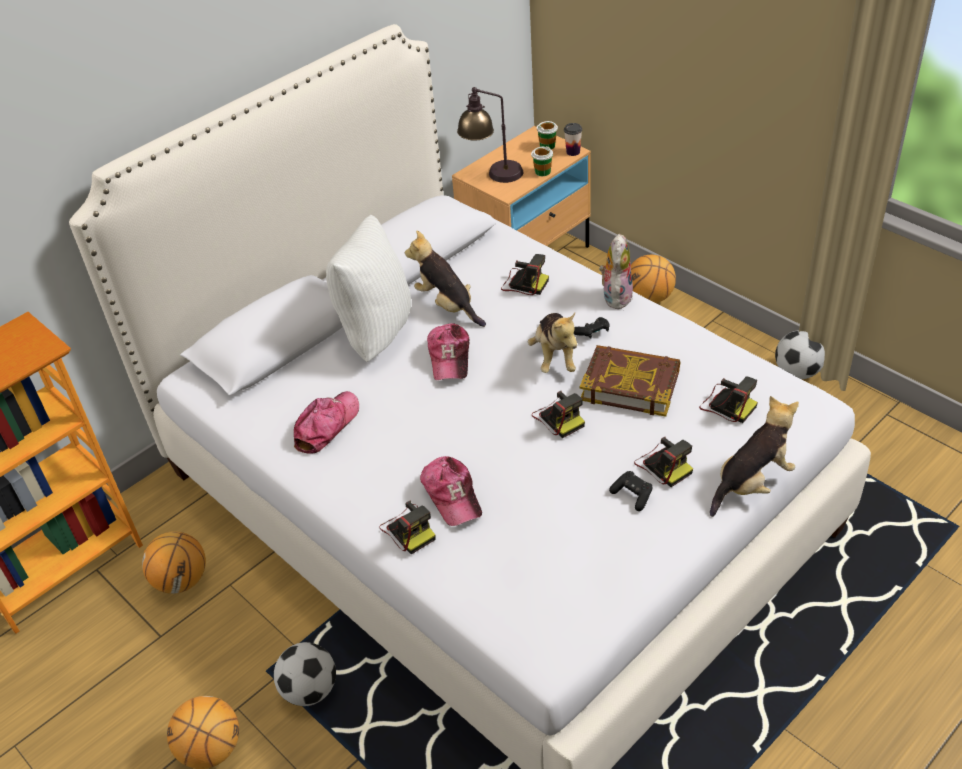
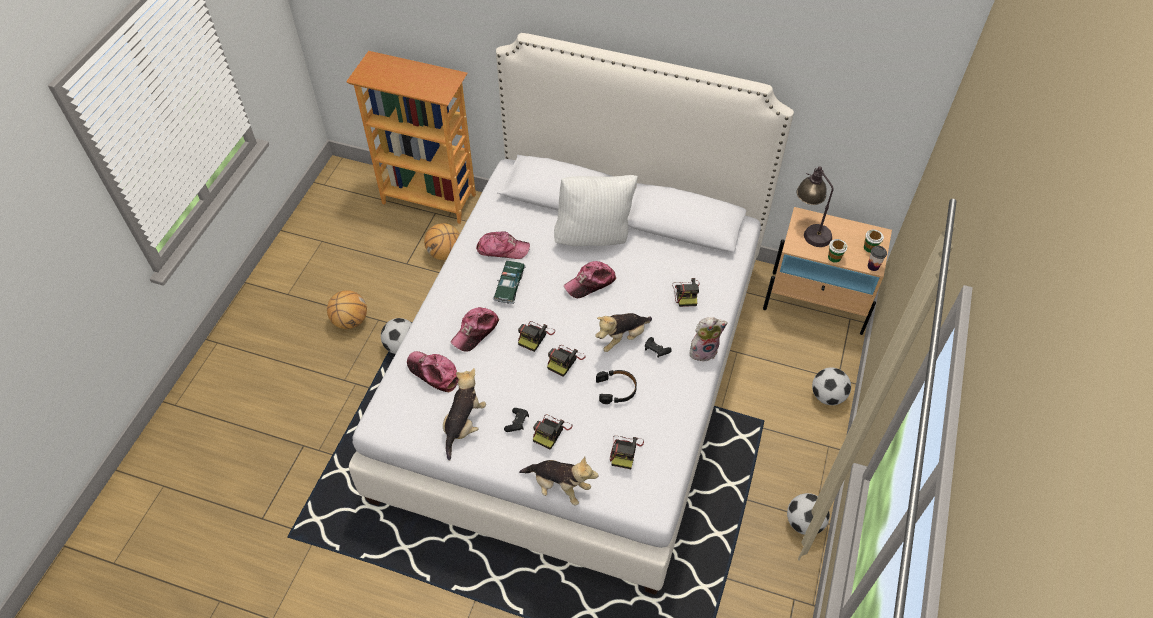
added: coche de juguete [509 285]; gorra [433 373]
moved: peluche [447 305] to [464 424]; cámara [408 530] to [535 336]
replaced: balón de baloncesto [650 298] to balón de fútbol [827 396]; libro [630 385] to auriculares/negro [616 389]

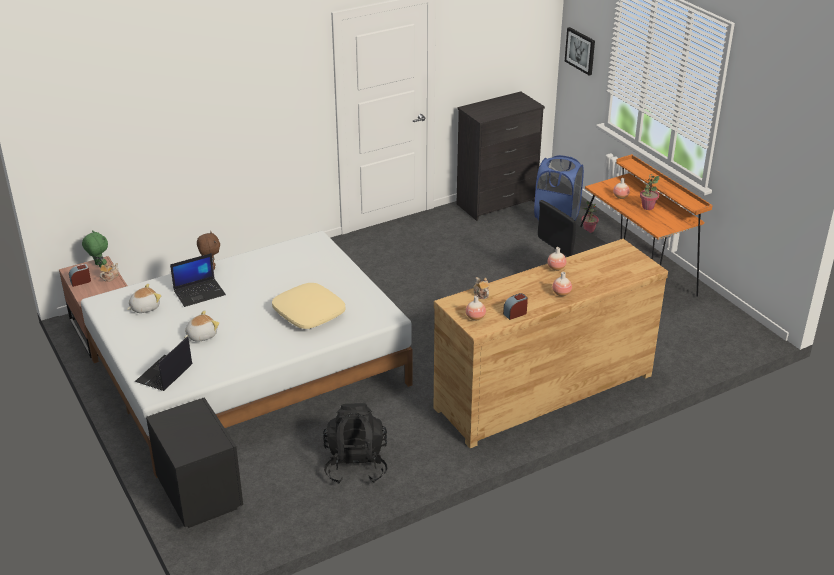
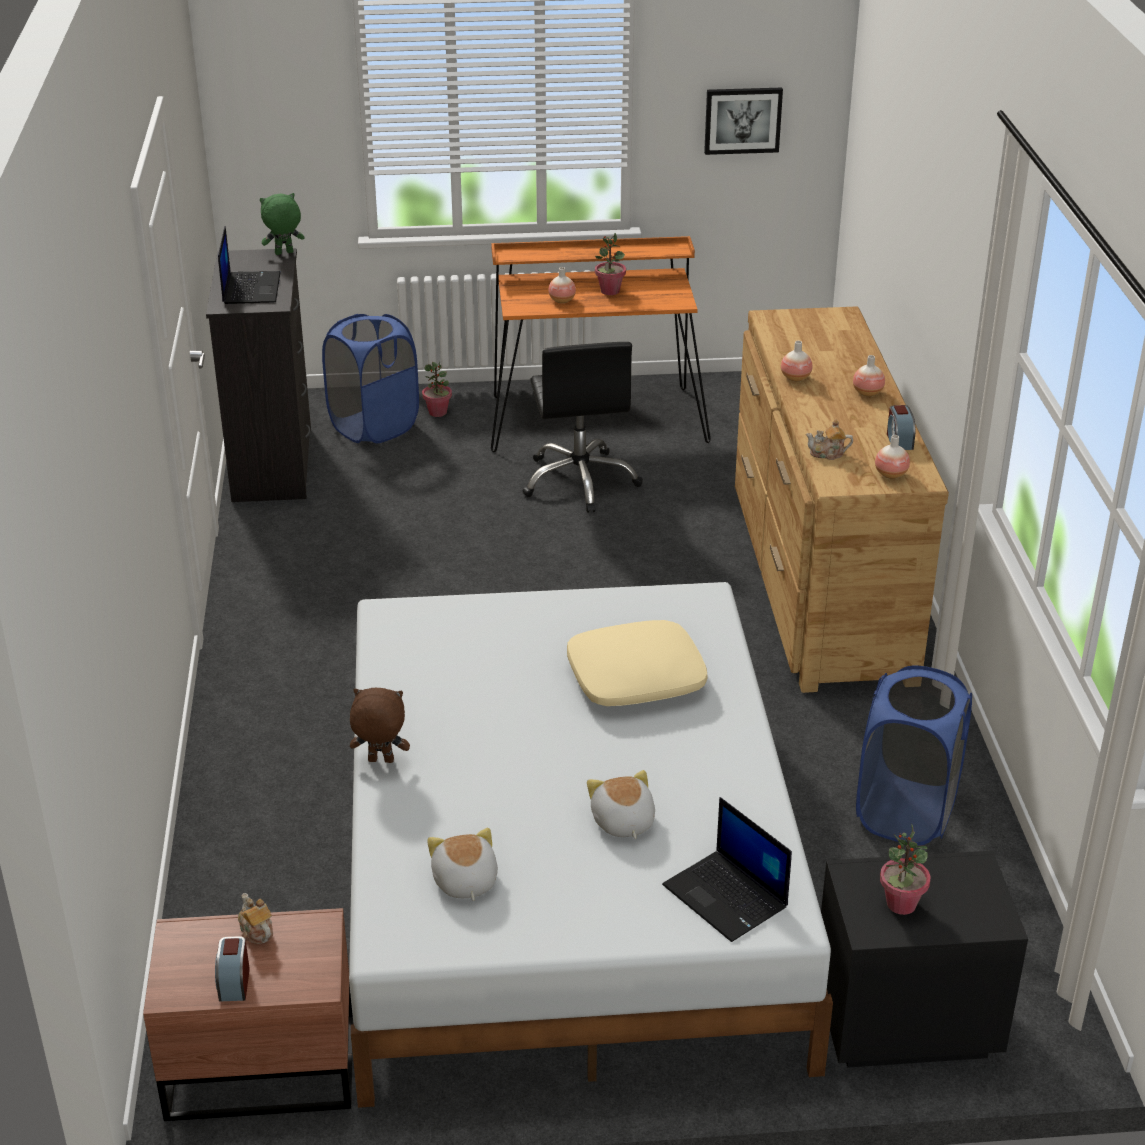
added: planta en maceta [901 904]
moved: cuadro [580 50] to [742 120]; peluche/verde [99 266] to [284 253]; portátil [200 292] to [250 288]
replaced: mochila/negro [356 465] to cesto de la ropa/azul [906 812]

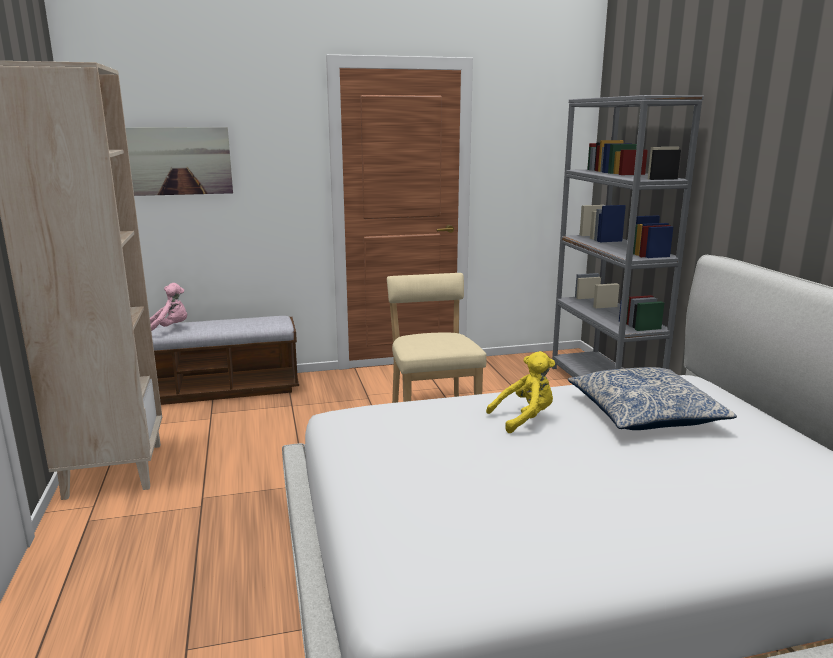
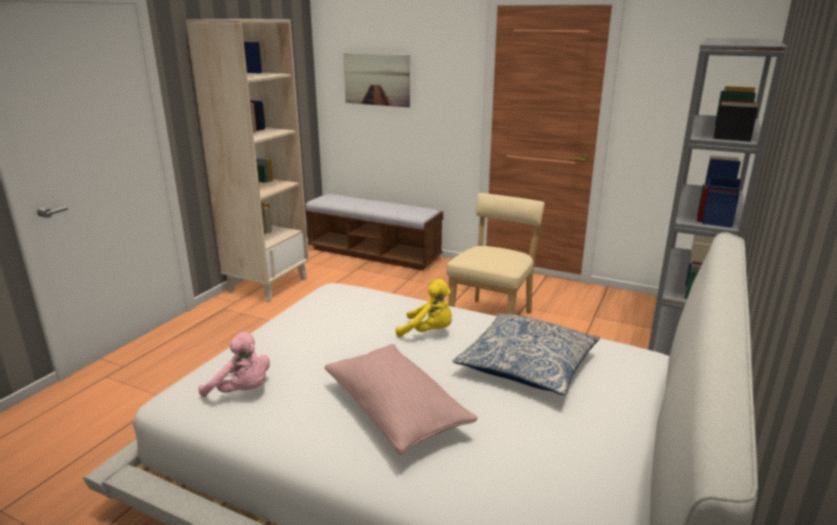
added: cojín/rosa [396 411]
moved: peluche/rosa [169 329] to [242 391]

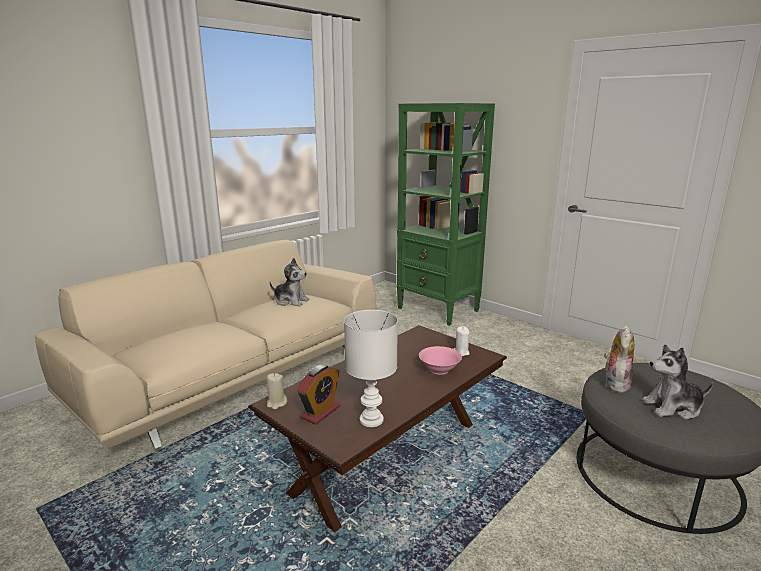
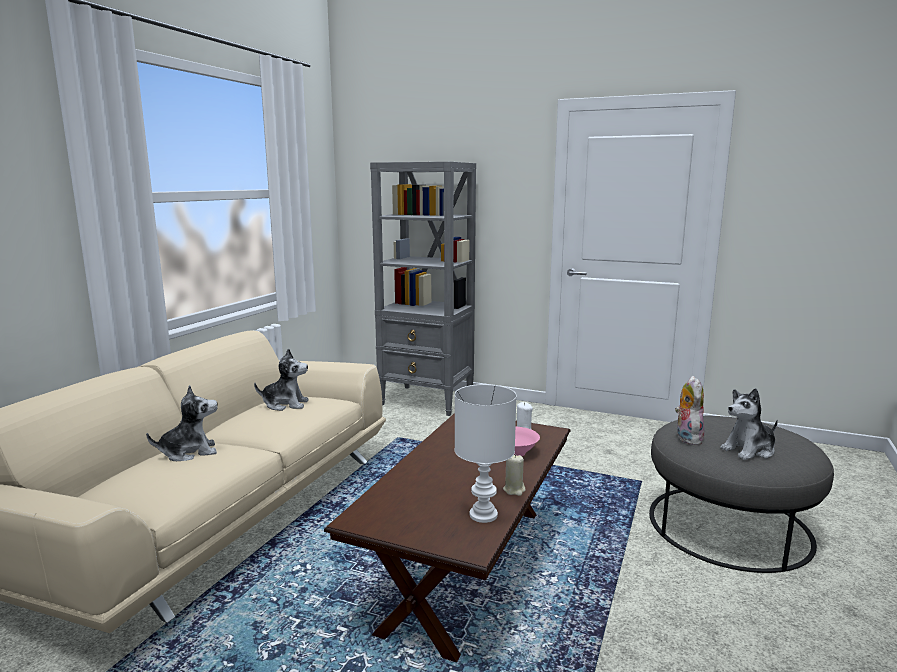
removed: despertador [320 412]
added: peluche [189 453]
moved: vela/beis [276 403] to [514 490]
recoloured: estantería/verde [438 310] to estantería/gris [427 400]

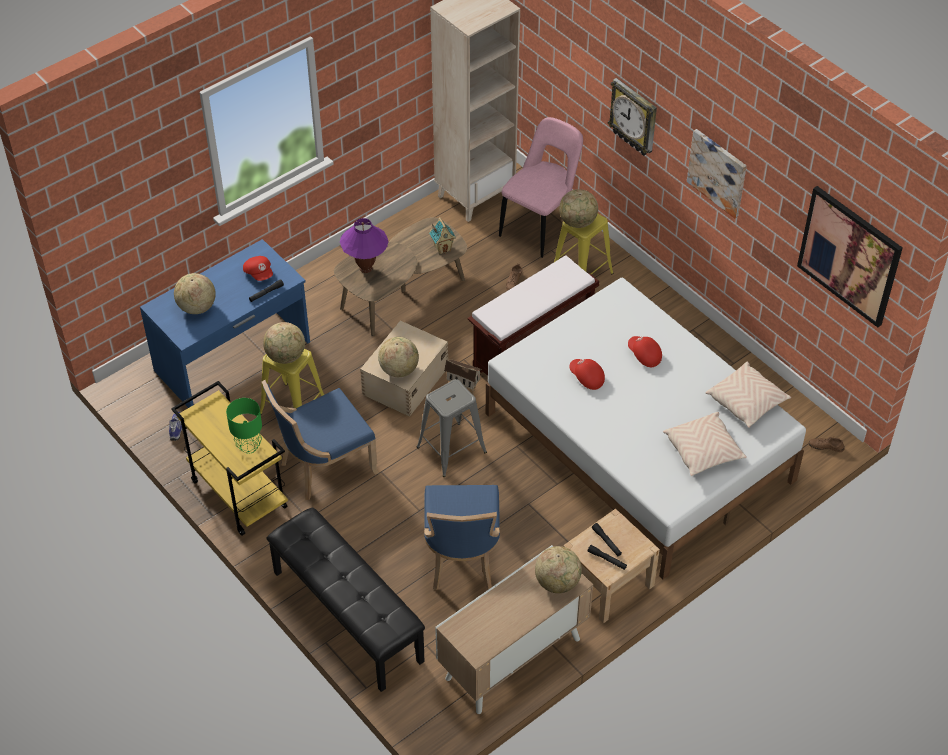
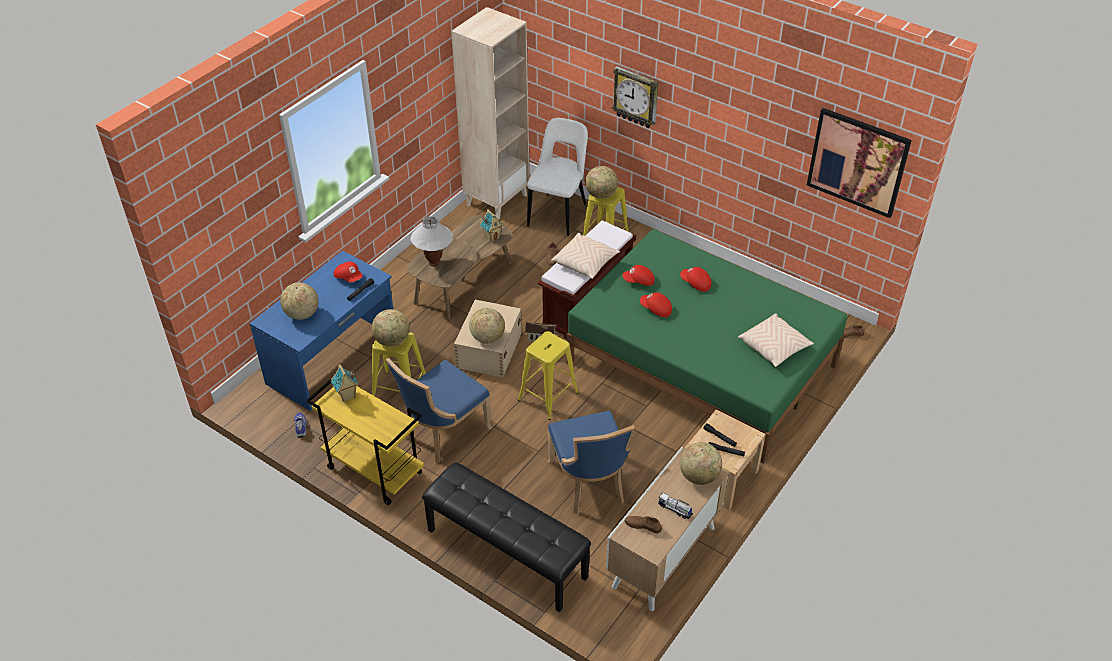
removed: cuadro [717 172]; lámpara de mesa/verde [249 446]
added: gorra/rojo [639 281]; casita [347 396]; camión de juguete [675 509]; zapato/marrón [643 525]
moved: cojín/beis [746 402] to [585 263]
recoloured: silla/rosa [541 226] to silla/blanco [558 213]; lámpara de mesa/morado [365 268] to lámpara de mesa/blanco [434 262]; cama/blanco [637 447] to cama/verde [701 364]; taburete/gris [451 449] to taburete/amarillo [548 396]

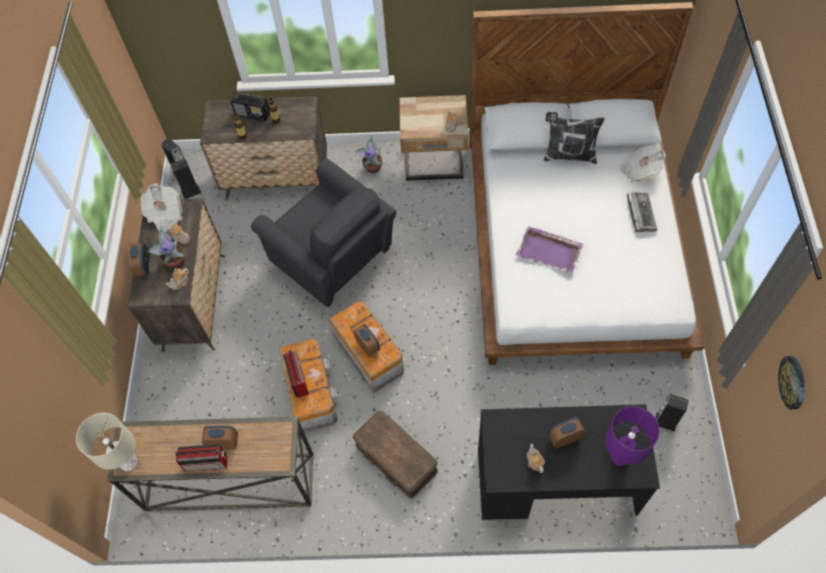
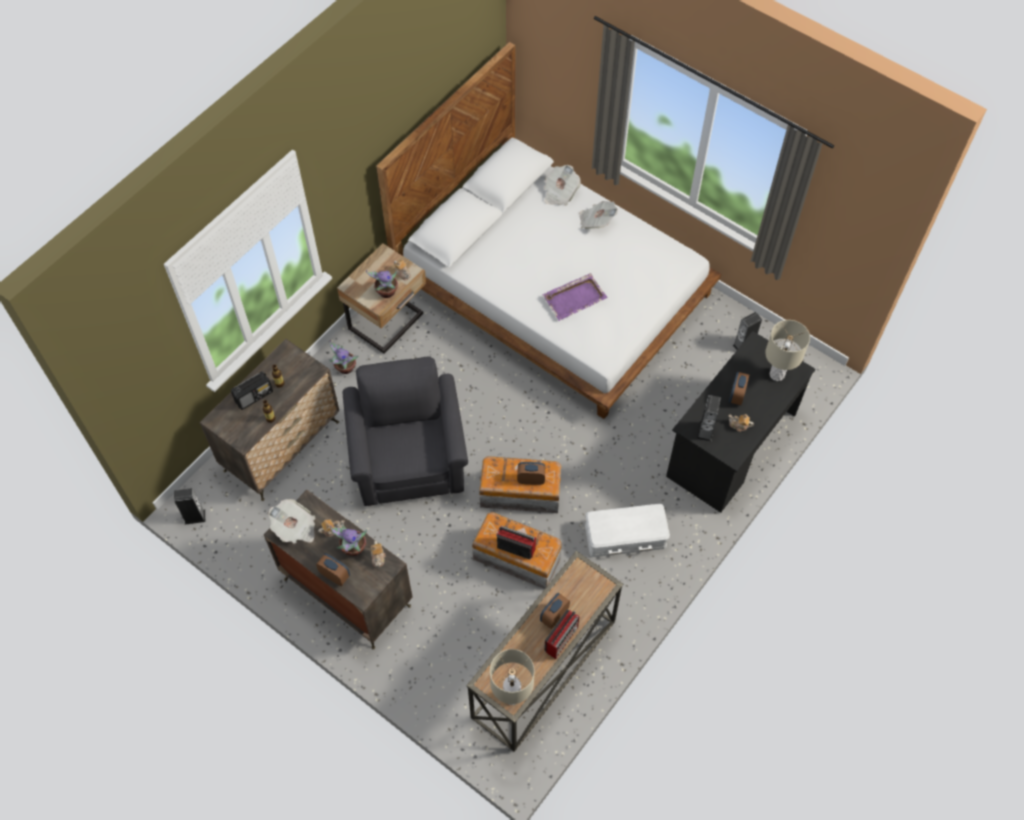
removed: cojín [568 155]; reloj de pared [793 382]
added: planta en maceta [386 292]
moved: altavoz [191 191] to [705 431]
replaced: teclado [640 213] to periódico [596 221]
recoloured: lámpara de mesa/morado [619 457] to lámpara de mesa/beis [776 374]; caja de almacenaje/marrón [396 457] to caja de almacenaje/blanco [625 534]
turned: sillón/gris [334 260] = [409 458] 90 degrees counterclockwise

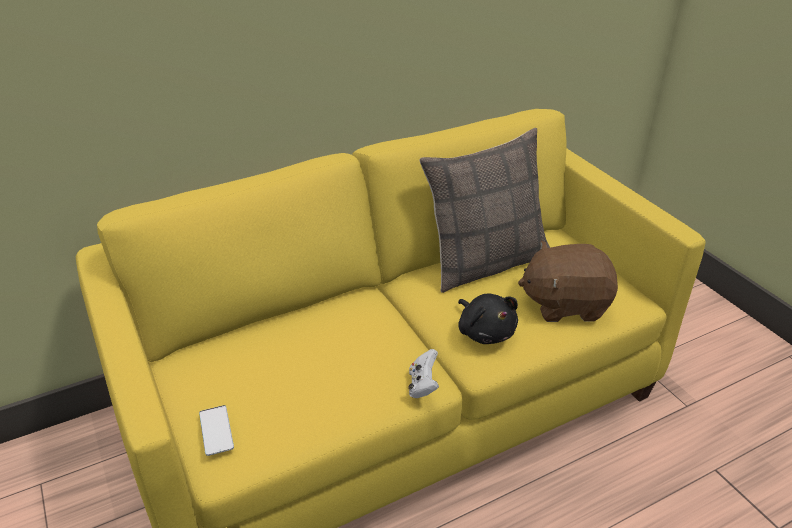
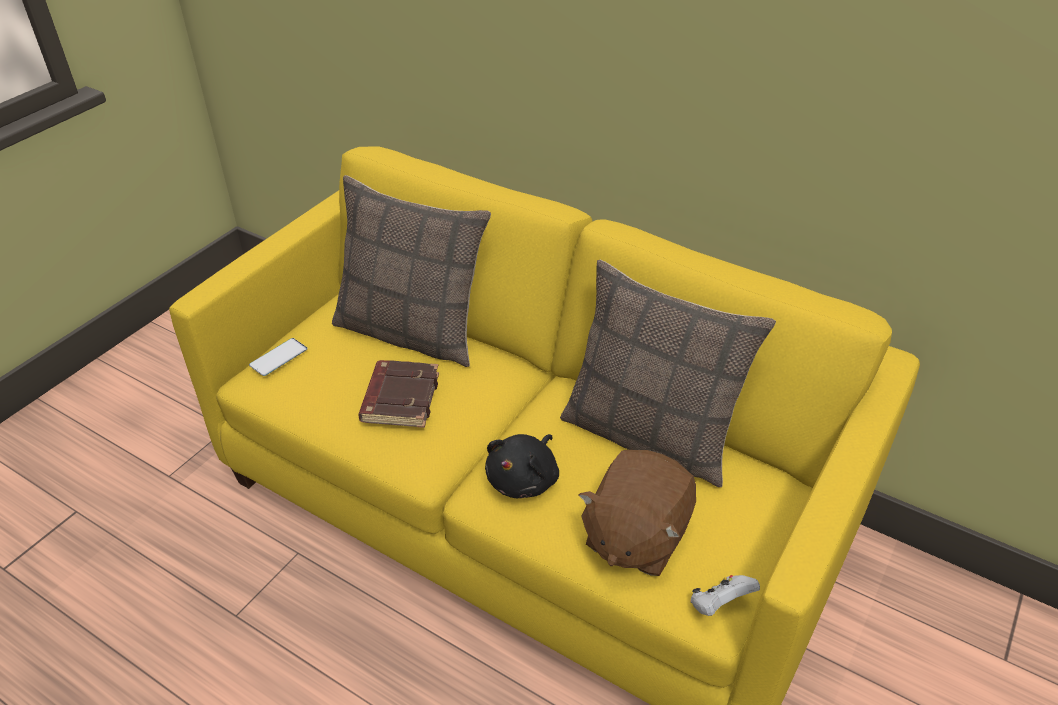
added: cojín [412 331]; libro/marrón [399 398]
moved: mando de consola/blanco [422 385] to [719 605]
turned: peluche/marrón [565 304] = [635 536] 120 degrees counterclockwise

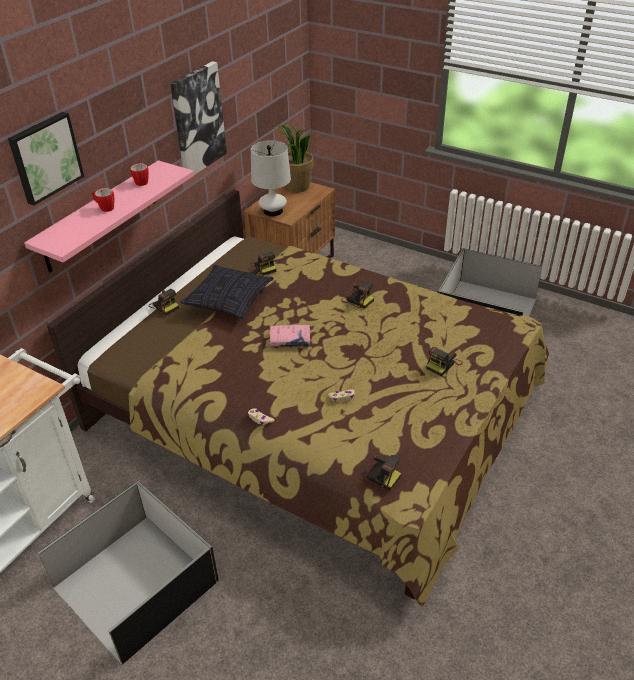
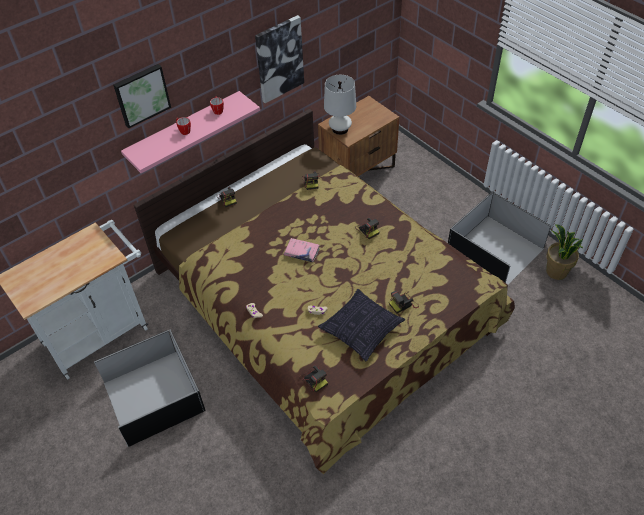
moved: planta en maceta [297 187] to [556 272]; cojín [229 300] to [361 329]

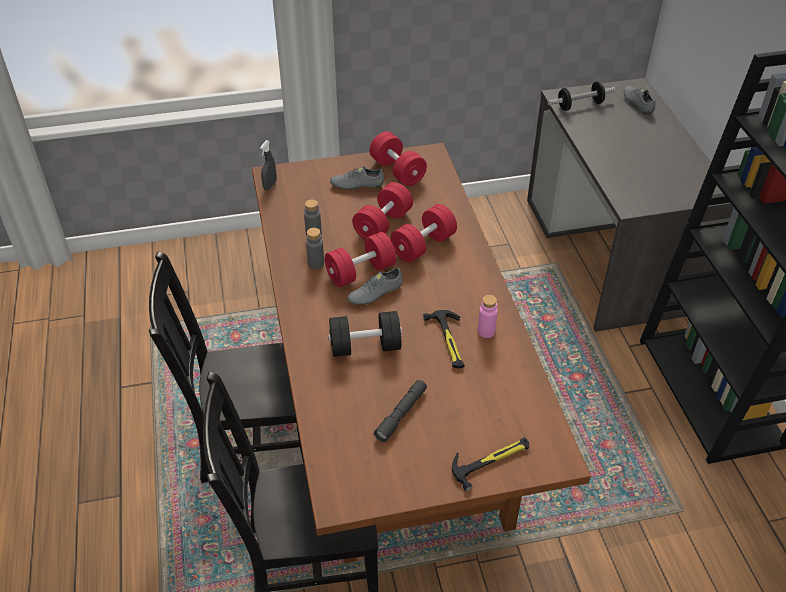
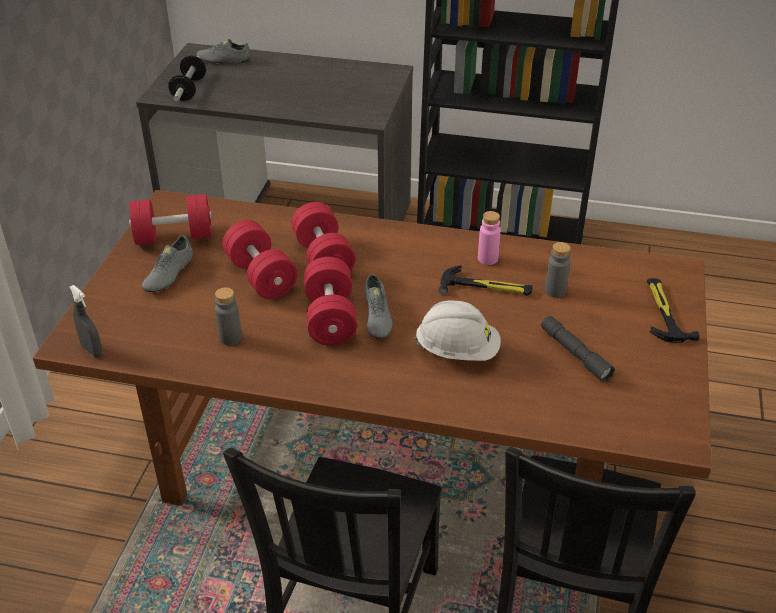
moved: botella/gris [316 263] to [555 291]
replaced: mancuerna/negro [365 346] to casco/blanco [457 351]

